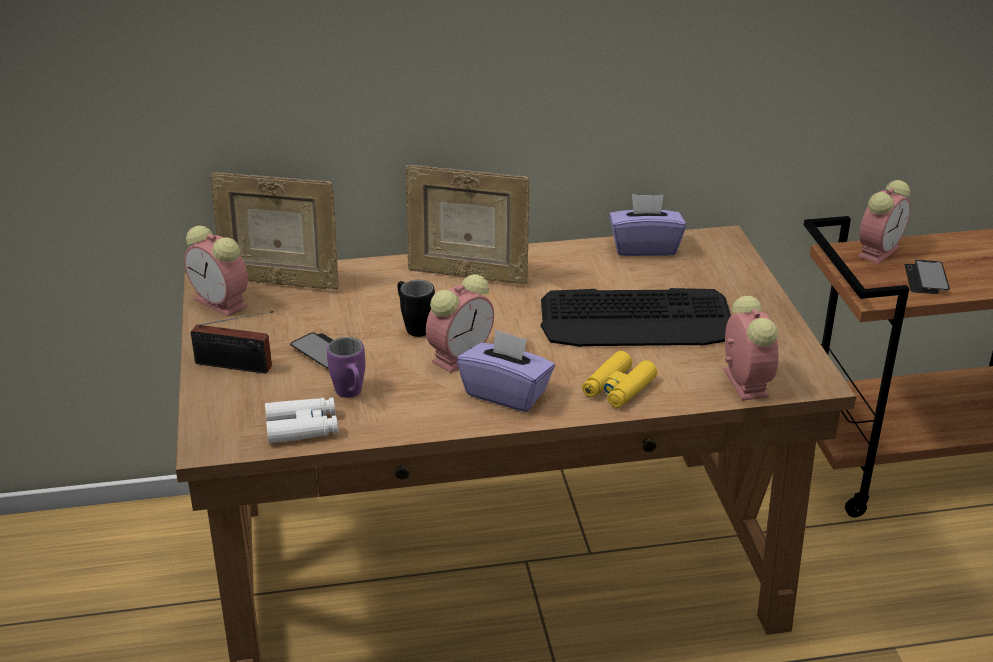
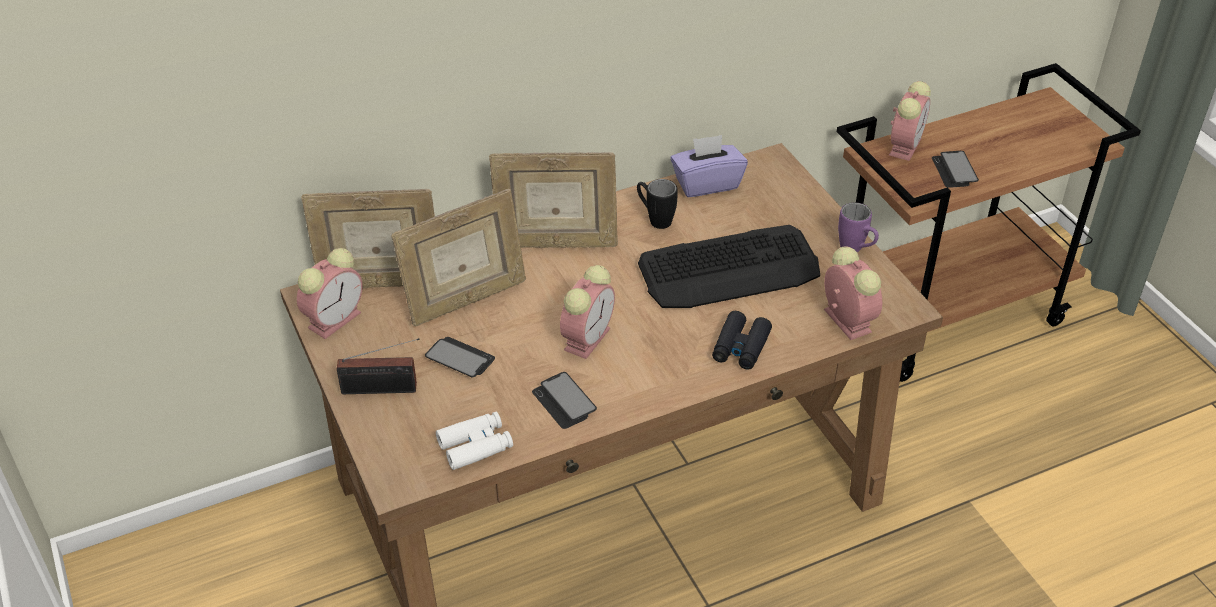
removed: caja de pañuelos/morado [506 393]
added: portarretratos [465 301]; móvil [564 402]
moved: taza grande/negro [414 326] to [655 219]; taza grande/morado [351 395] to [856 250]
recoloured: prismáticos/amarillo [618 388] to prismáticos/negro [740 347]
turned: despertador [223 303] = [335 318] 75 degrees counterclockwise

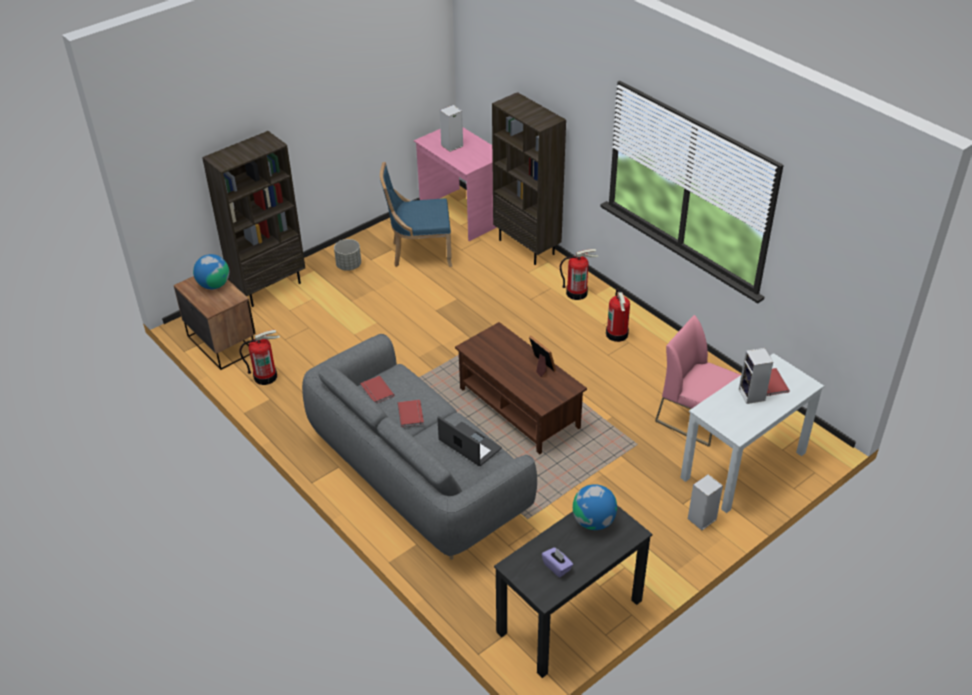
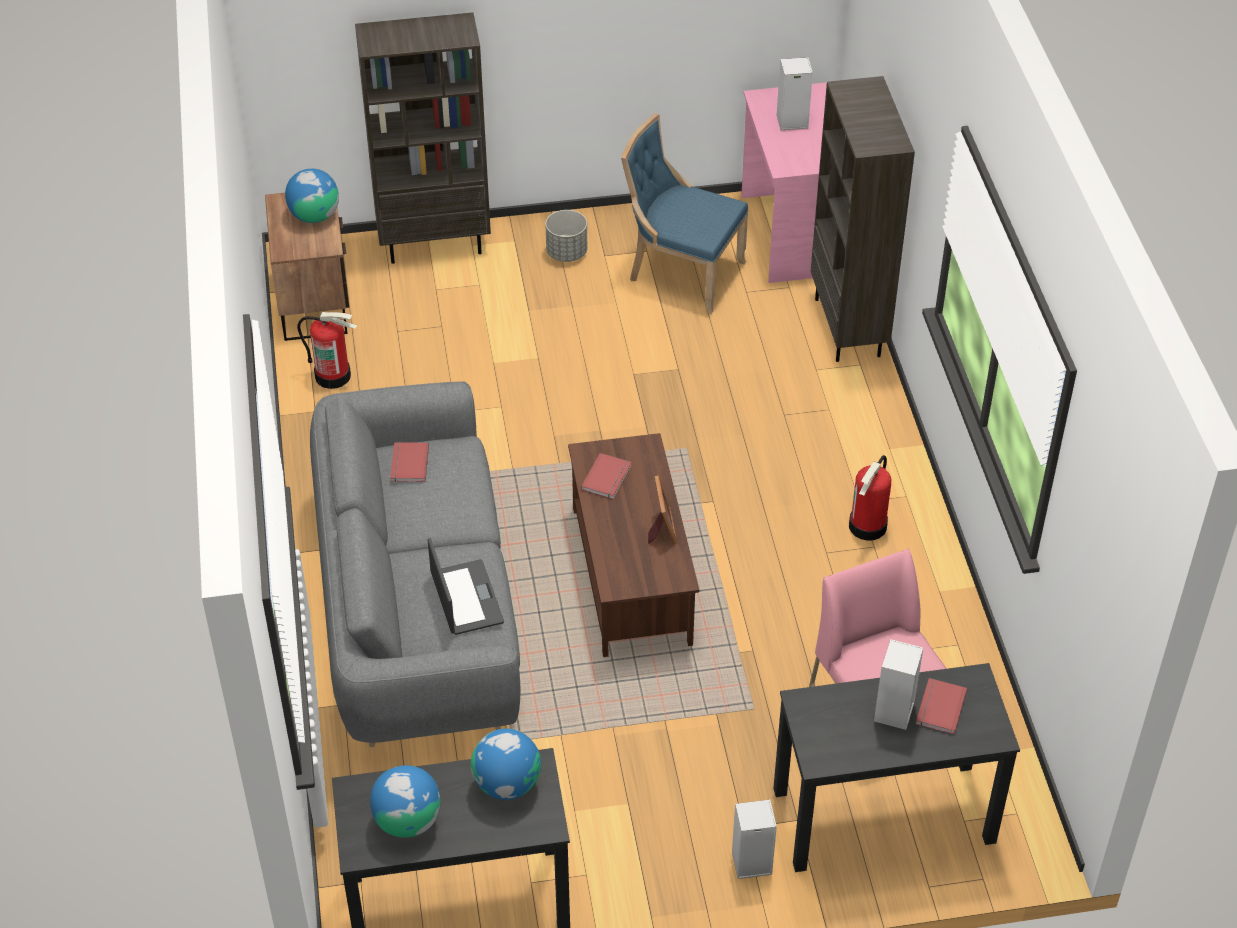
removed: extintor [577 292]
moved: libro/rojo [411 414] to [608 478]
replaced: caja de pañuelos/morado [557 567] to globo terráqueo [407 821]
recoloured: escritorio/blanco [743 465] to escritorio/negro [882 815]

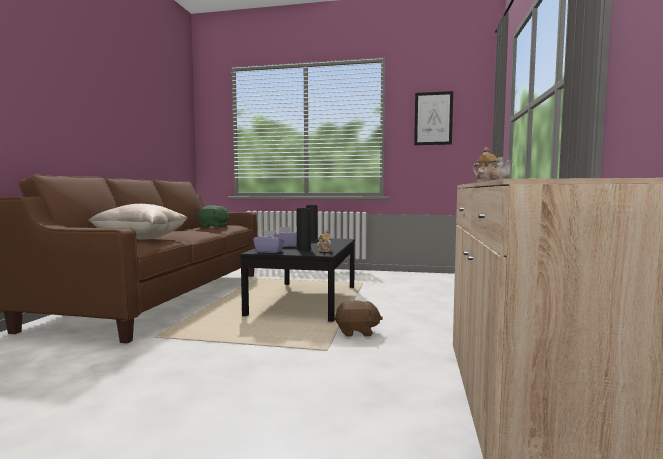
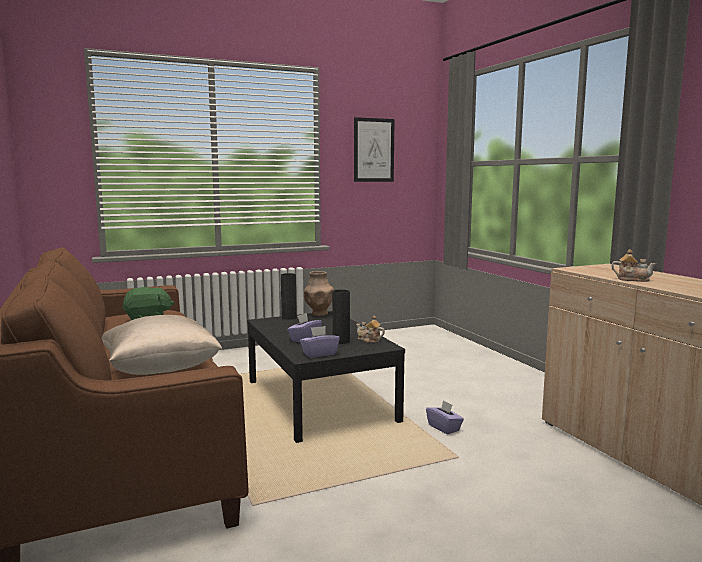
added: florero/marrón [319 314]
replaced: peluche/marrón [357 332] to caja de pañuelos/morado [444 428]

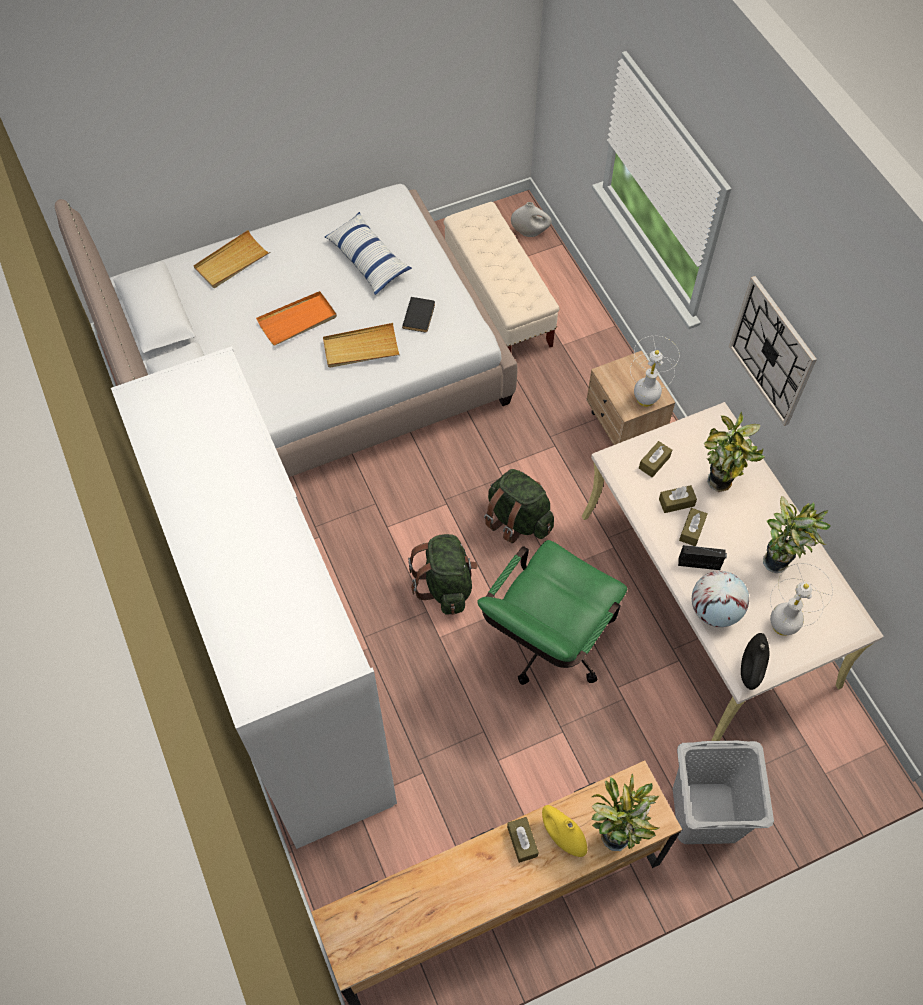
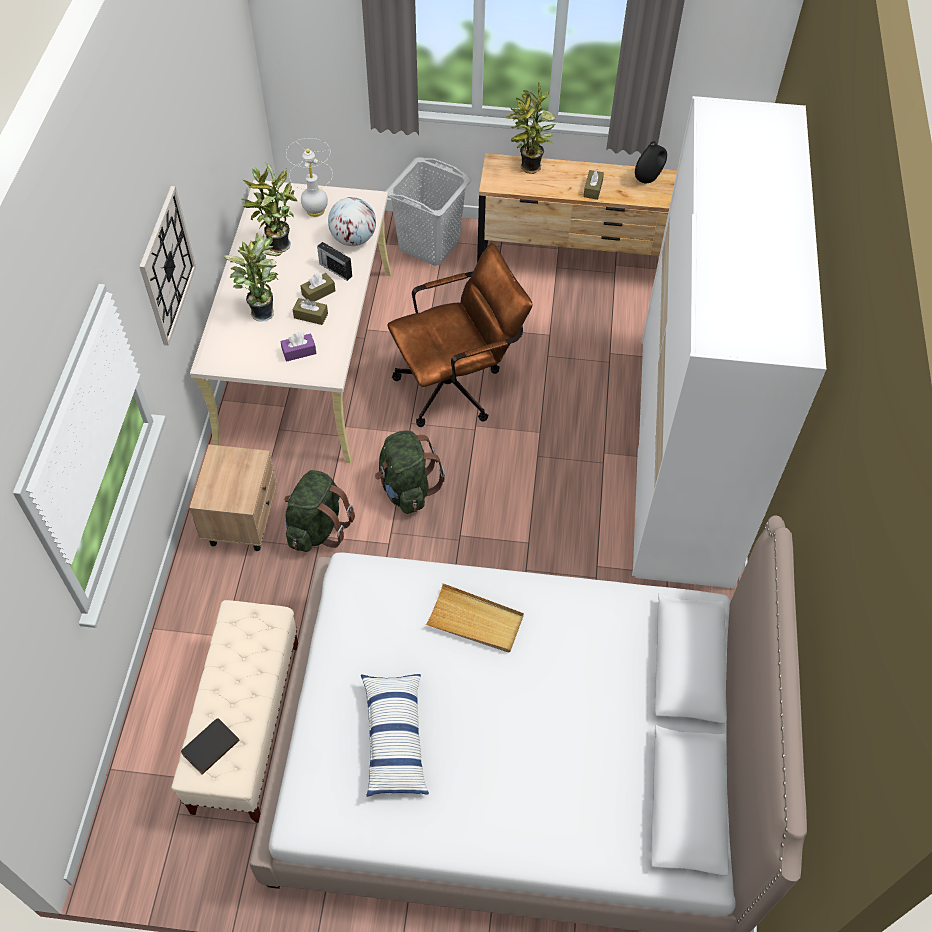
removed: florero/blanco [530 232]; bandeja/beis [232 262]; bandeja/naranja [298 320]; lámpara de mesa/blanco [645 399]; florero/amarillo [562 837]
moved: libro/negro [420 316] to [209 745]; mochila/verde [446 585] to [317 528]; florero/negro [750 670] to [648 177]
recoloured: caja de pañuelos/marrón [654 462] to caja de pañuelos/morado [299 352]; silla de oficina/verde [546 645] to silla de oficina/marrón [457 385]

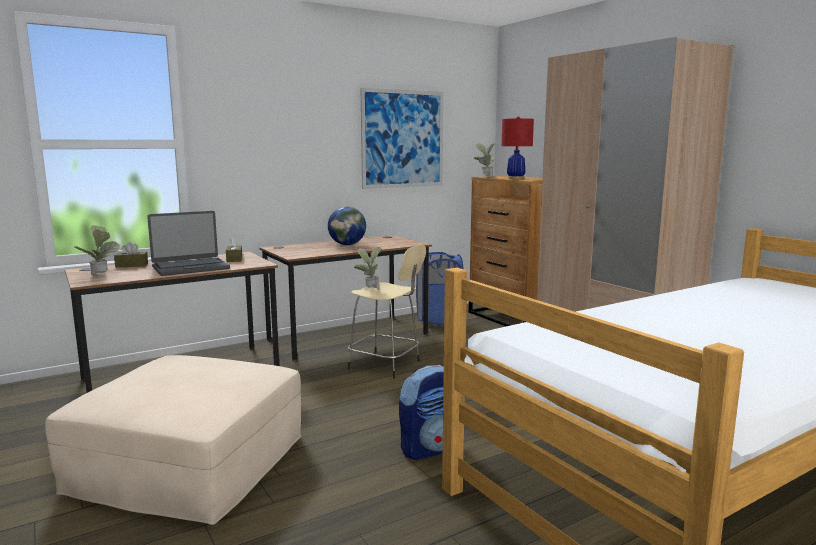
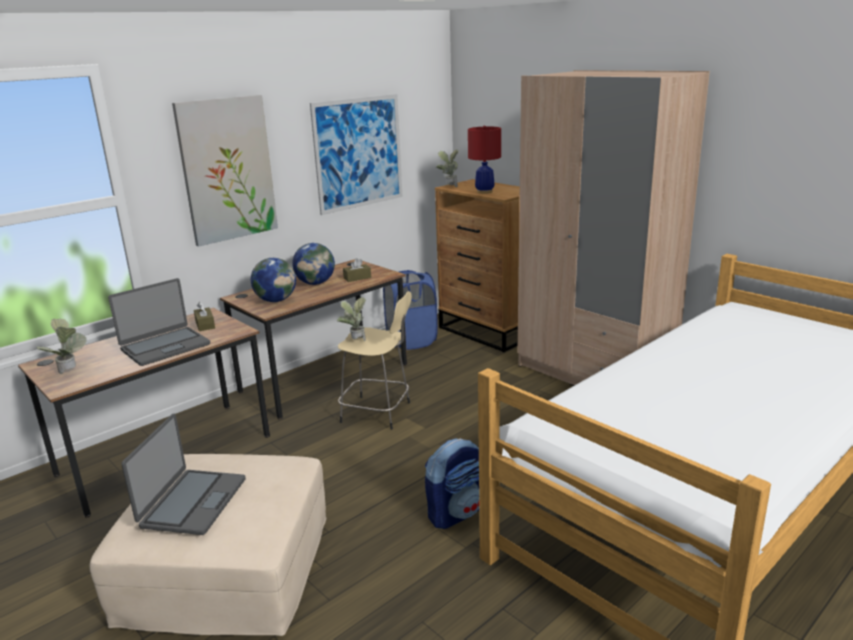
added: cuadro [227 170]; globo terráqueo [276 300]; portátil [192 502]
moved: caja de pañuelos/marrón [132 265] to [357 278]

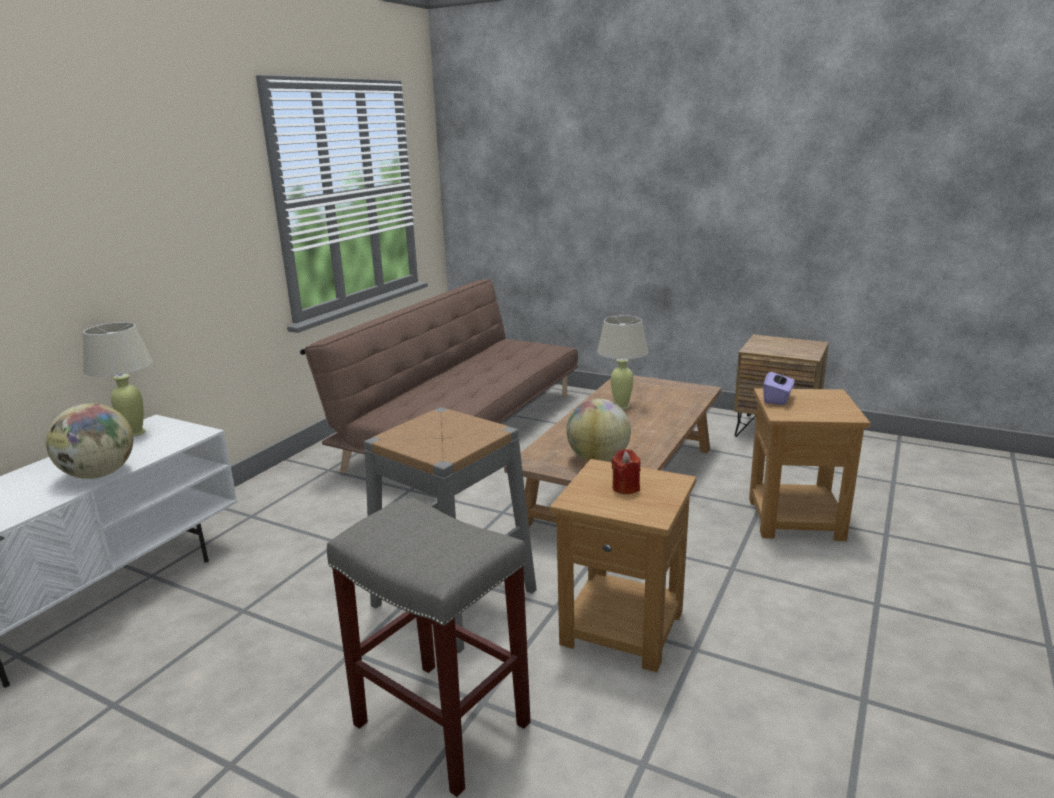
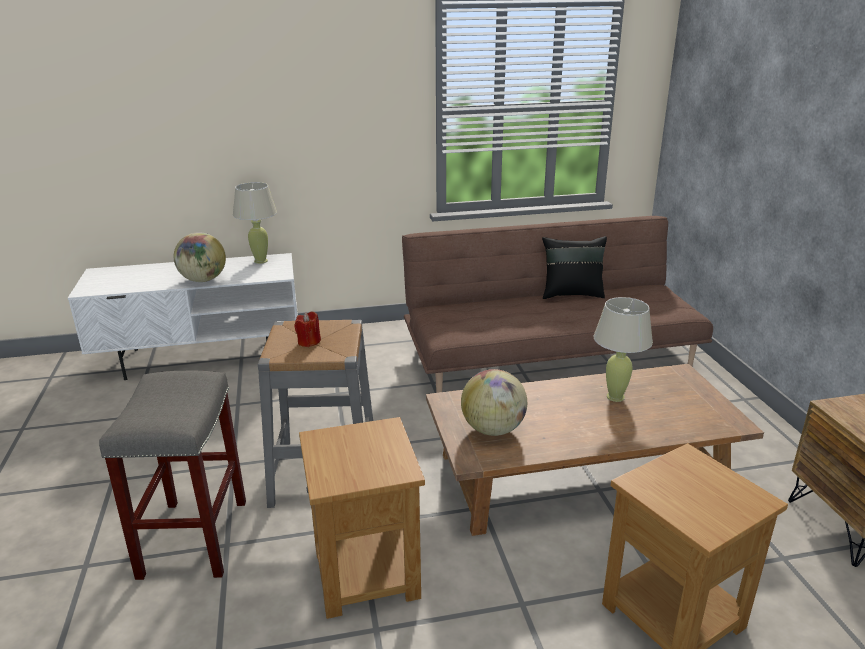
removed: caja de pañuelos/morado [777 399]
added: cojín/negro [571 294]
moved: vela/rojo [625 488] to [309 342]

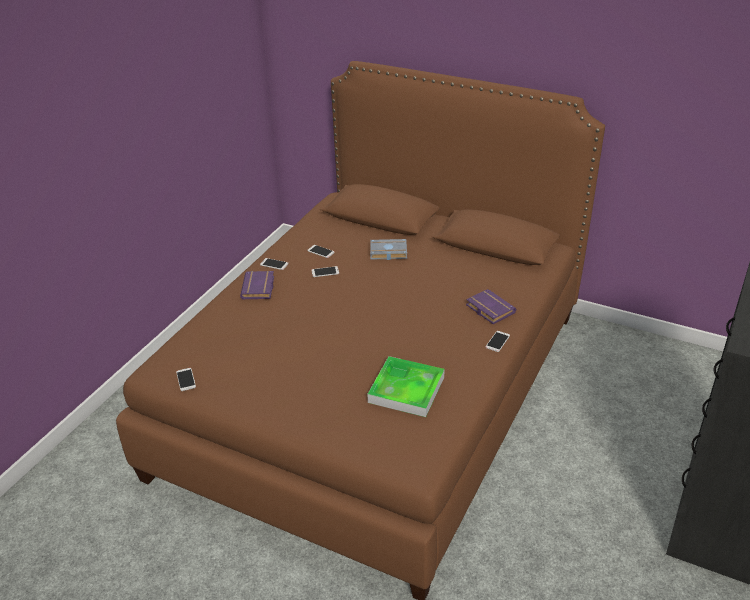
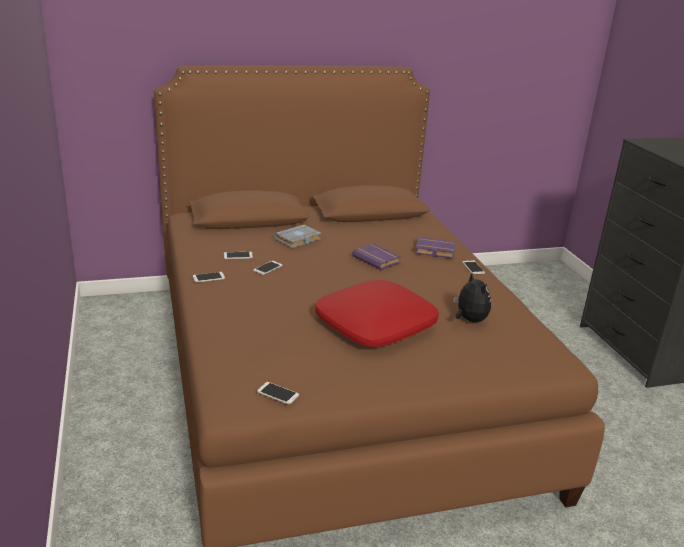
added: cojín/rojo [375 324]
moved: libro/morado [259 288] to [377 260]
replaced: bandeja [406 390] to peluche [469 320]

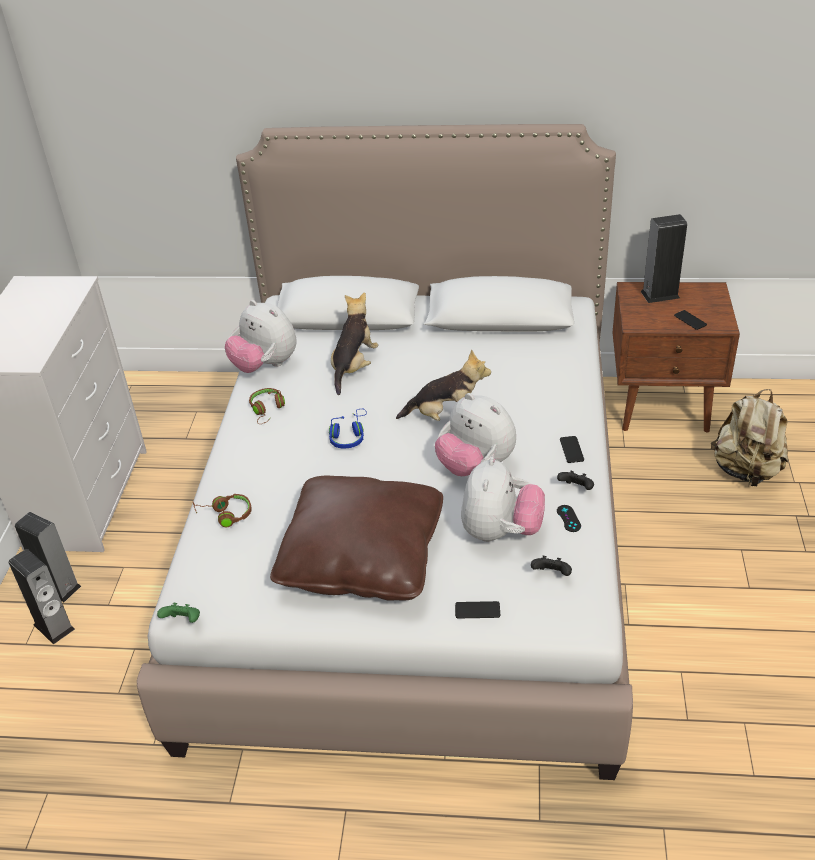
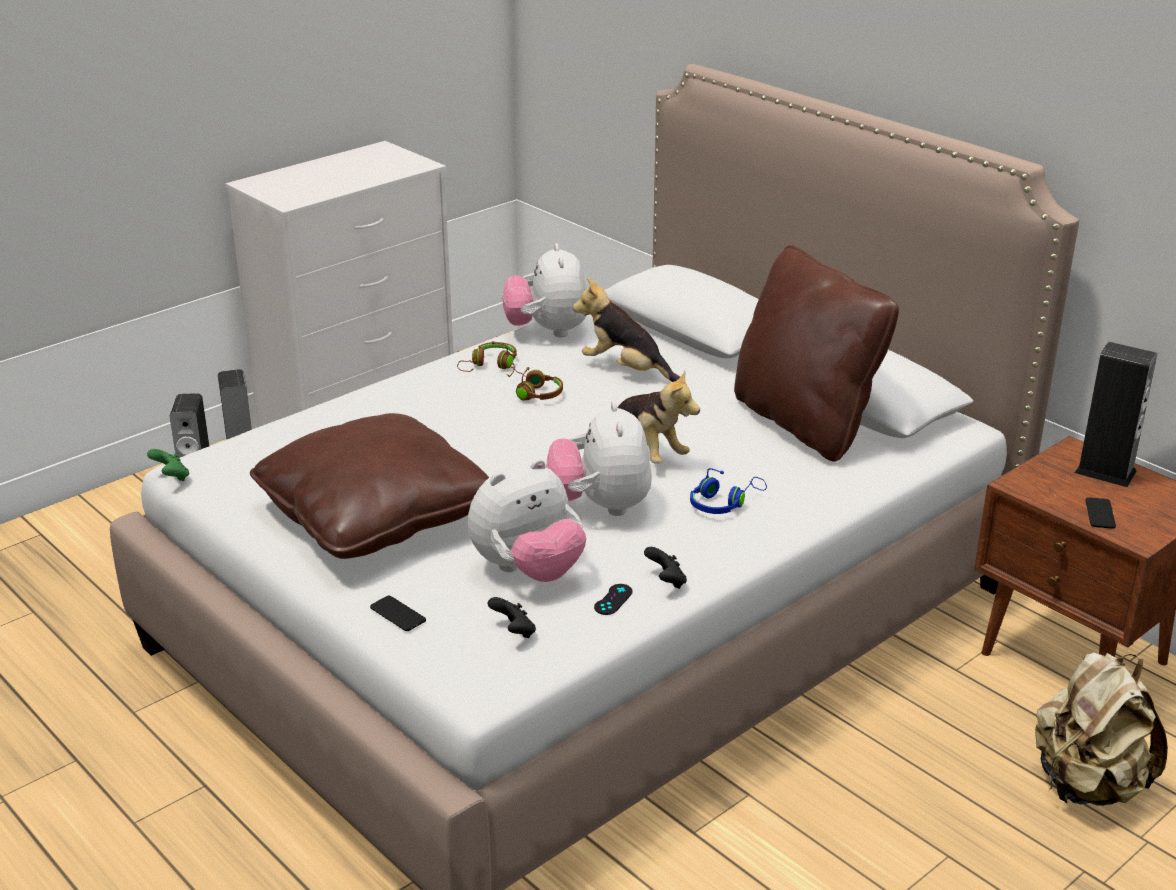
removed: móvil [571 450]
added: cojín/marrón [805 423]
moved: auriculares/azul [349 436] to [723 503]; auriculares/marrón [225 515] to [533 392]
turned: peluche [354 366] = [626 370] 120 degrees counterclockwise

